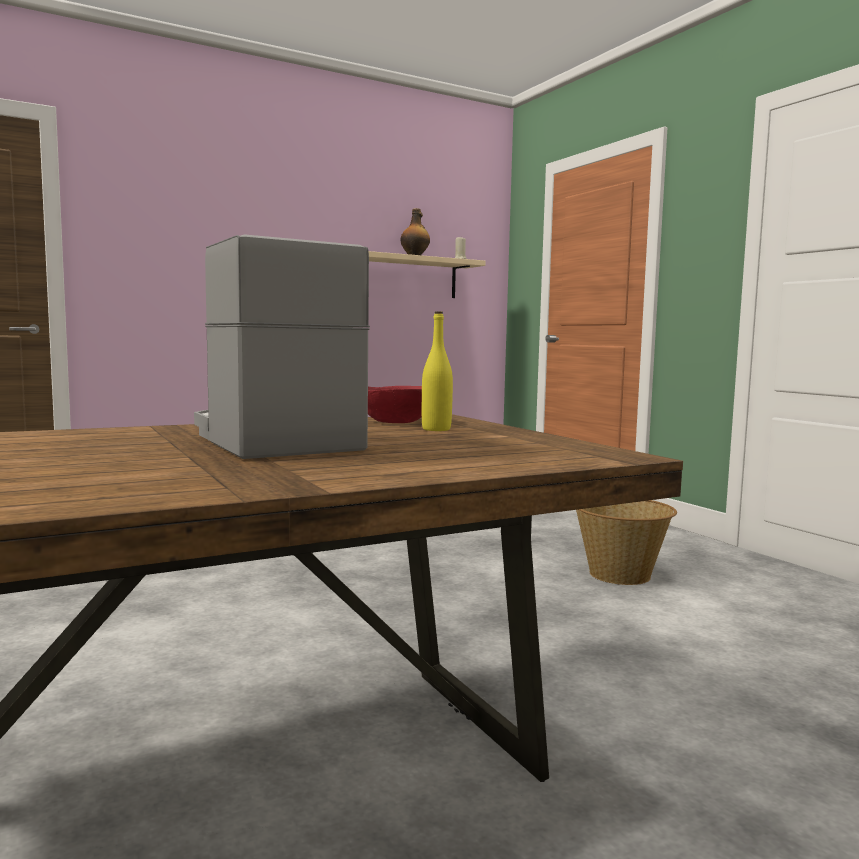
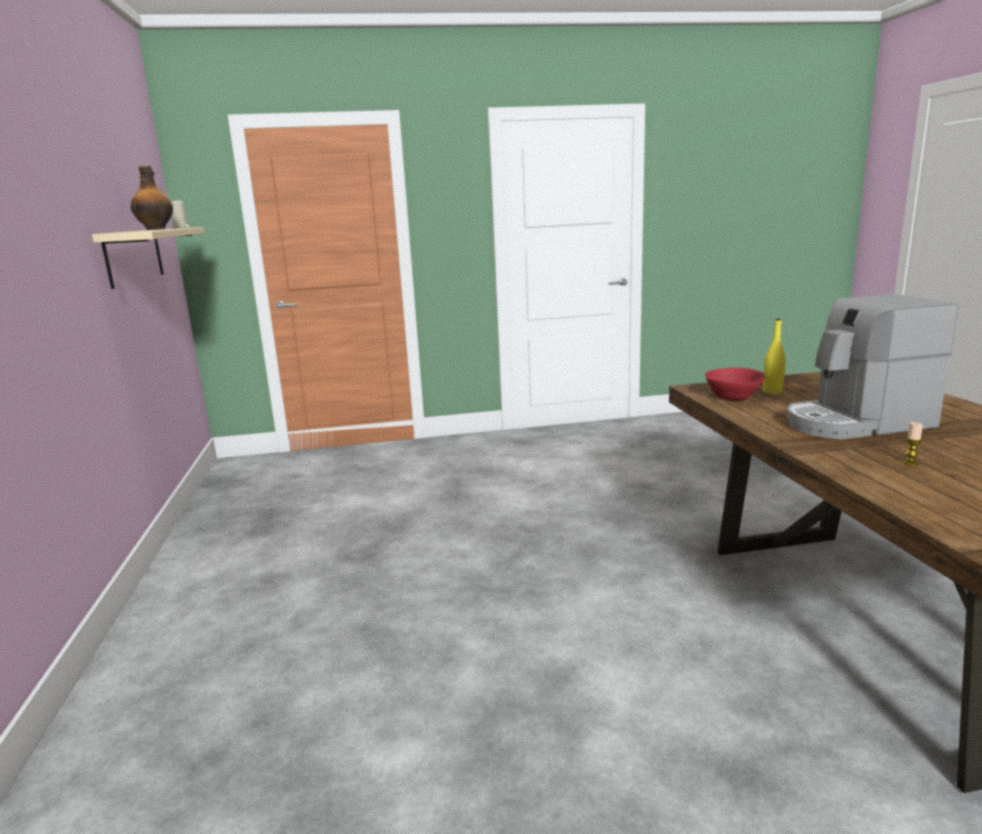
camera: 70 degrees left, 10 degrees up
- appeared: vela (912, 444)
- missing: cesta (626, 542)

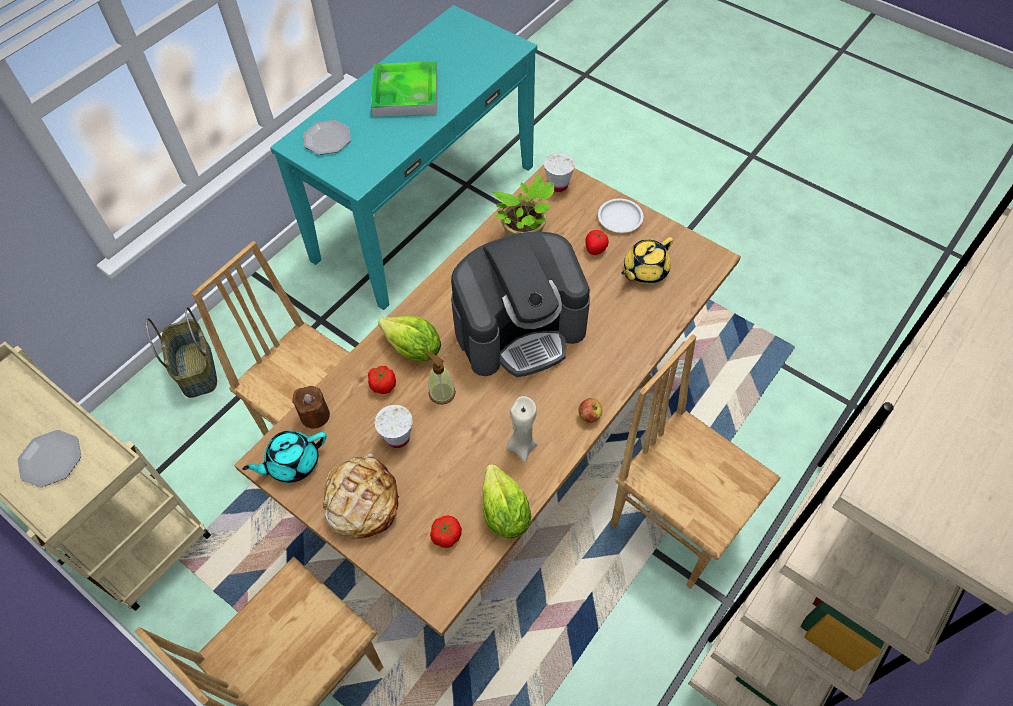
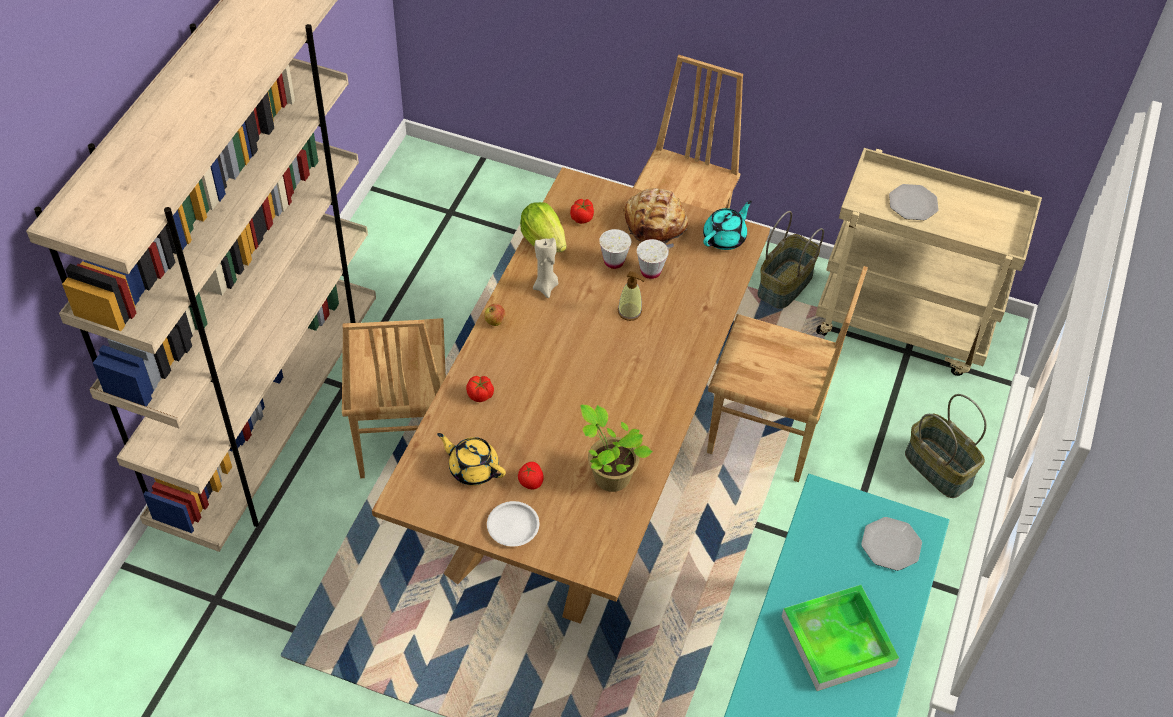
camera: 160 degrees right, 5 degrees down
- spun: silla (marrón) (696, 461) = (394, 398) 60 degrees clockwise
- spun: tetera (amarillo) (647, 260) = (471, 459) 90 degrees counterclockwise
- relocated: tomate (382, 380) to (480, 389)
- relocated: taza (blanco) (559, 172) to (615, 249)
- appeared: cesta (790, 260)
- missing: vela (marrón) (311, 407)
- missing: lechuga (409, 338)
- missing: cafetera (520, 304)

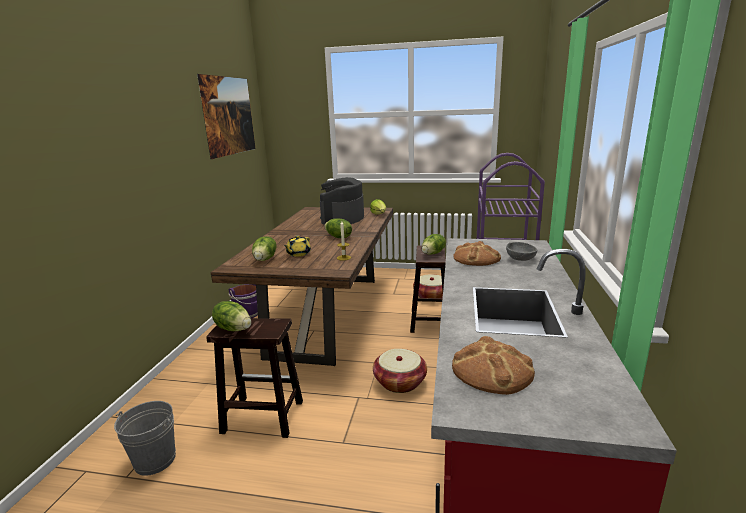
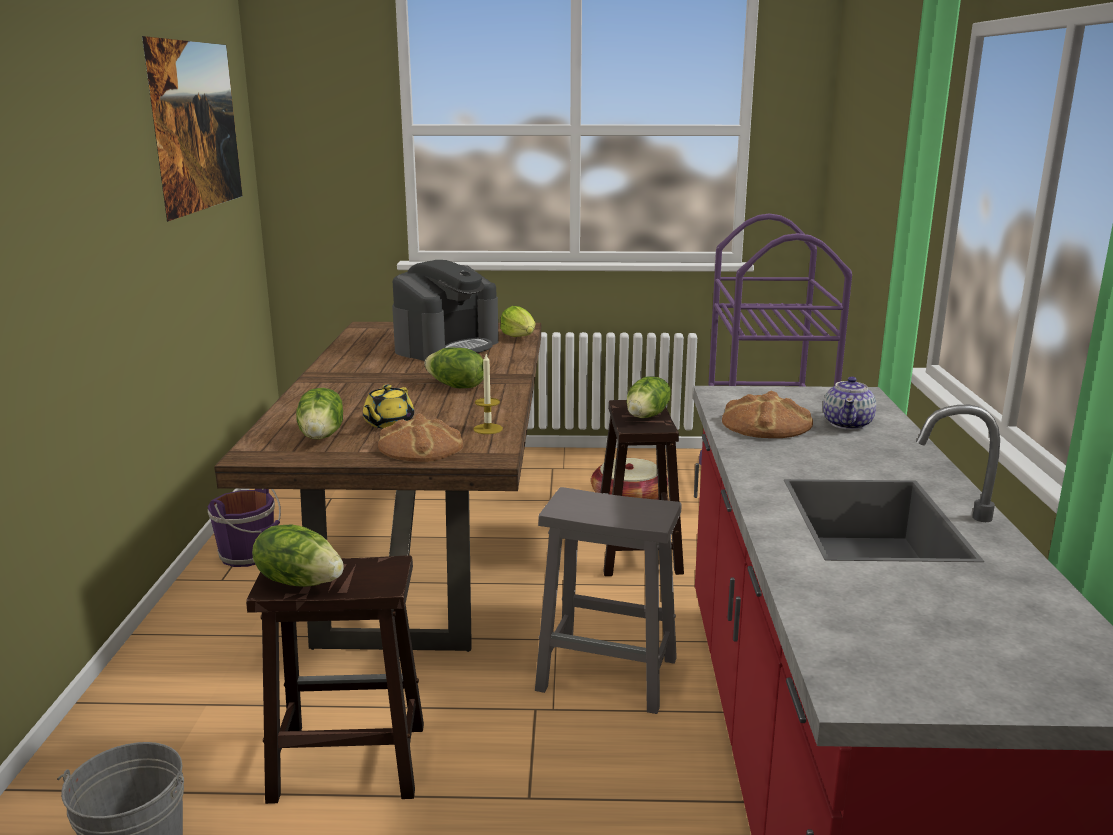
camera: 10 degrees left, 0 degrees up
- relocated: pan (493, 365) to (420, 437)
- spun: cafetera (342, 201) = (445, 310) 150 degrees counterclockwise
- exchanged: cesta (400, 371) to taburete (gris) (608, 600)
- exchanged: cuenco (gris) (521, 251) to tetera (849, 403)

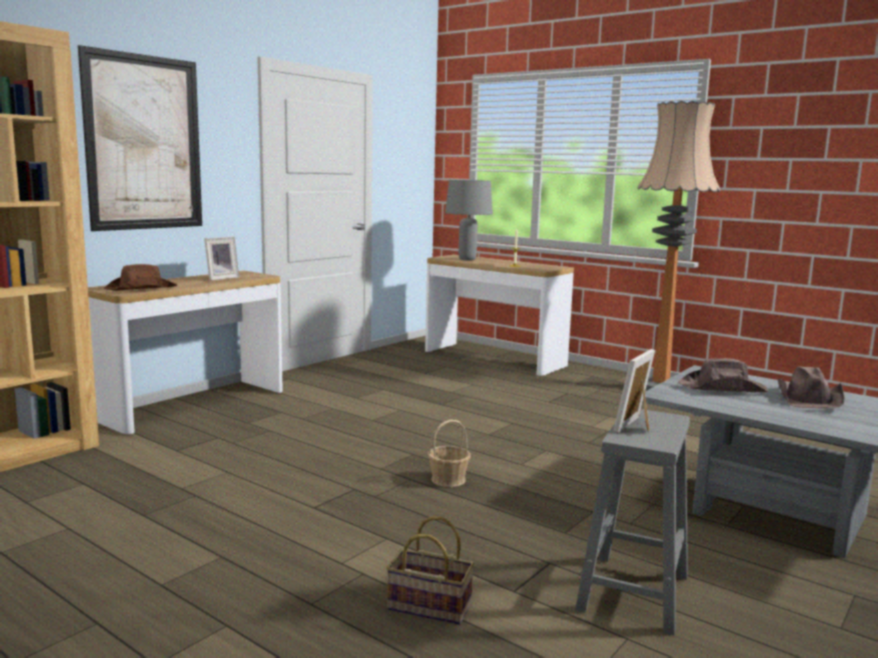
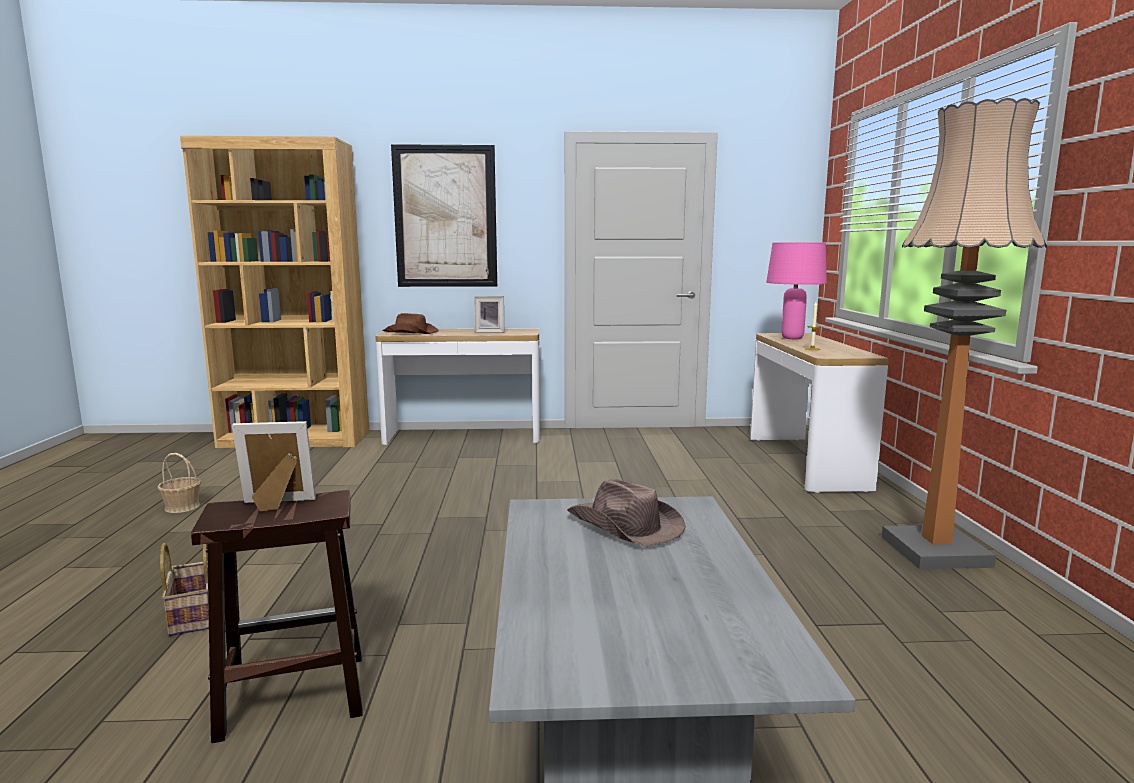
camera: 50 degrees right, 0 degrees up
- relocated: cesta (449, 453) to (179, 483)
- colour: taburete (gris) (632, 522) to taburete (marrón) (277, 616)
- colour: lámpara de mesa (gris) (469, 220) to lámpara de mesa (rosa) (796, 291)
- missing: sombrero (marrón) (811, 387)

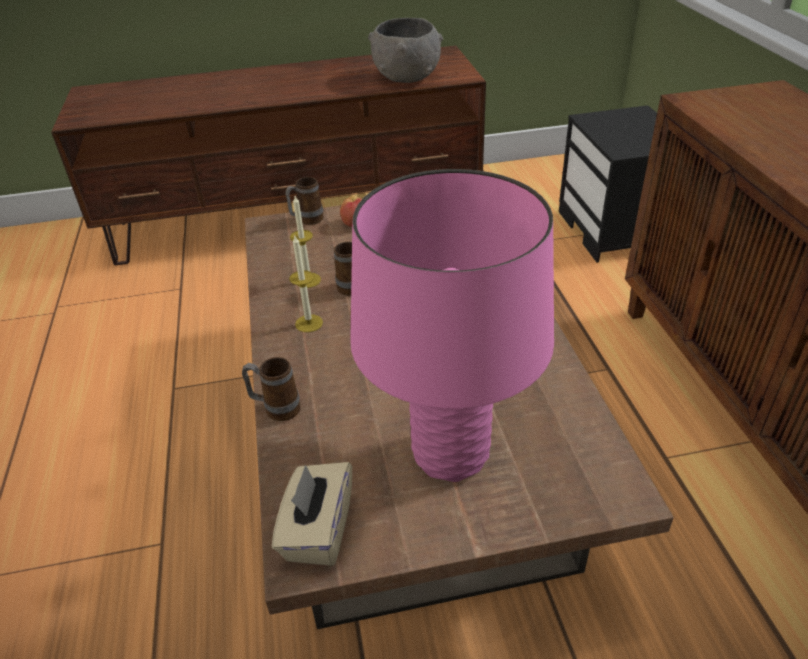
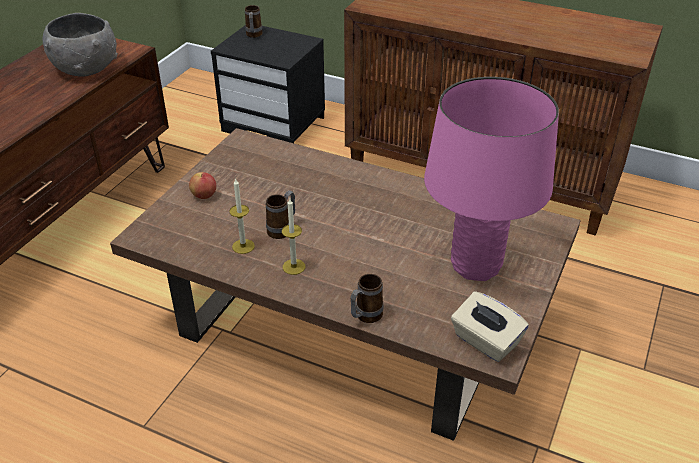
camera: 55 degrees left, 0 degrees up
- relocated: taza grande (304, 201) to (254, 21)

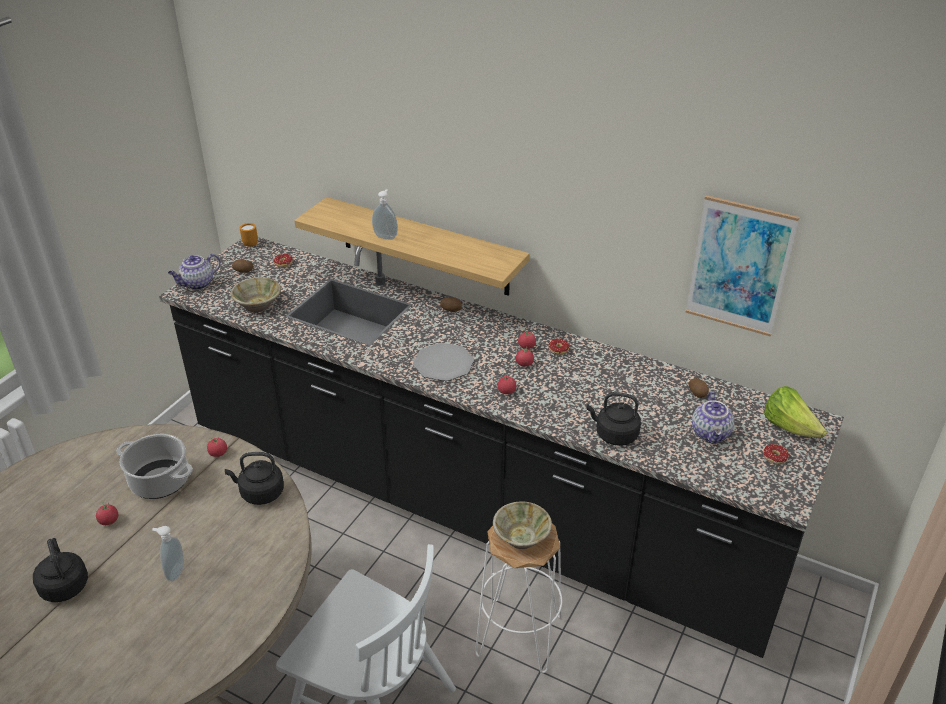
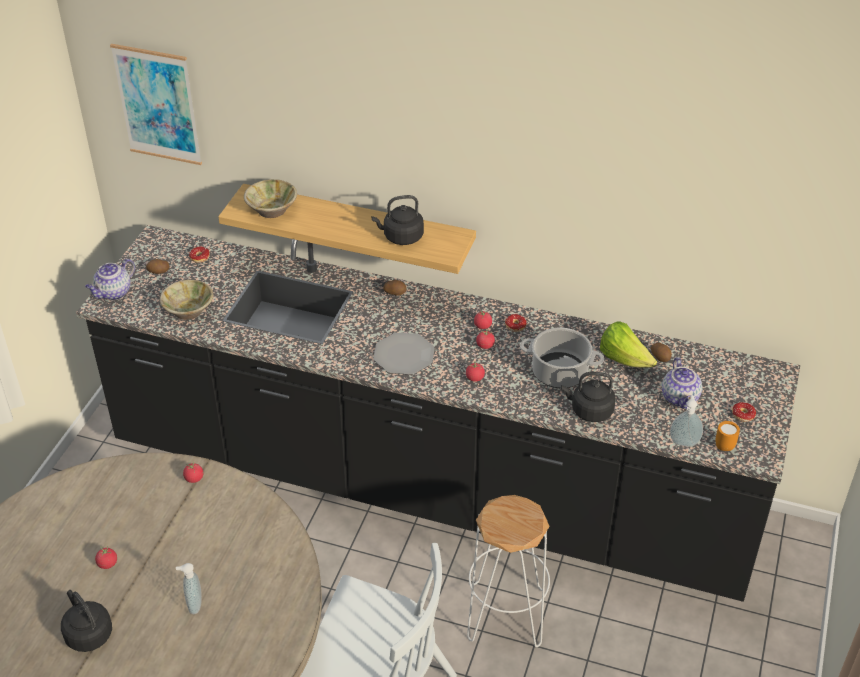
camera: 10 degrees left, 5 degrees up
- relocated: cuadro (742, 265) to (156, 104)
- relocated: cuenco (beis) (522, 525) to (270, 198)
- relocated: hervidor (negro) (254, 478) to (397, 220)
- relocated: olla (154, 466) to (562, 358)
- relocated: lechuga (795, 411) to (628, 344)
- relocated: dispensador de jabón (385, 214) to (686, 421)
- relocated: taza grande (naranja) (249, 234) to (727, 436)

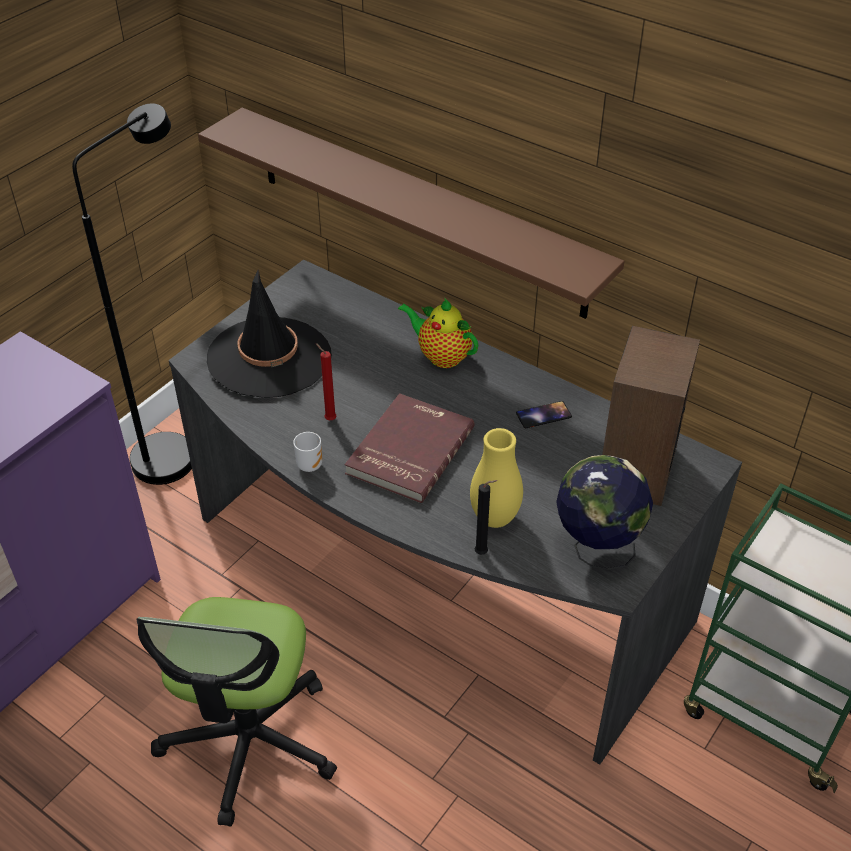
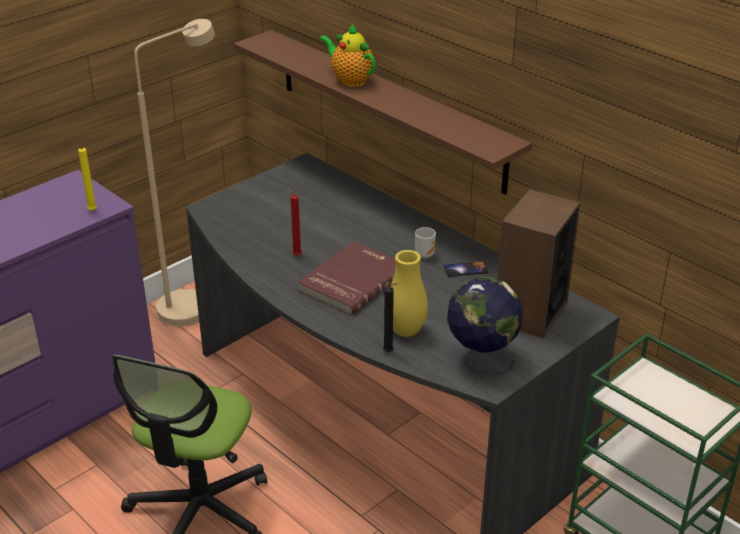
camera: 10 degrees right, 10 degrees down
- appeared: vela (amarillo) (85, 177)
- colour: lámpara de pie (negro) (132, 294) to lámpara de pie (beis) (174, 173)
- relocated: tetera (438, 333) to (347, 55)
- relocated: taza grande (307, 452) to (425, 243)
- missing: sombrero (negro) (269, 334)

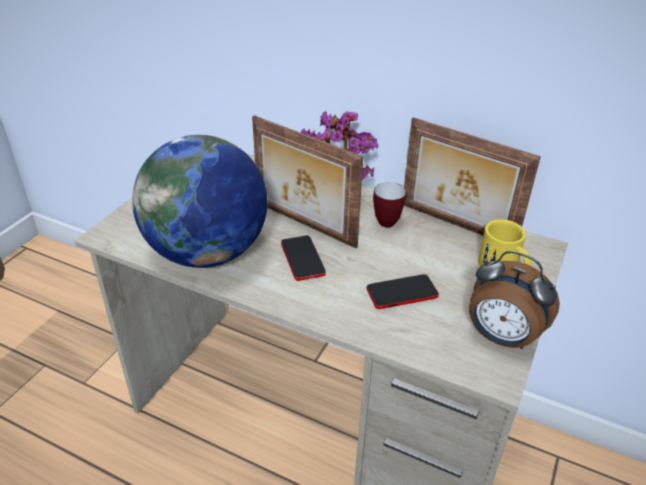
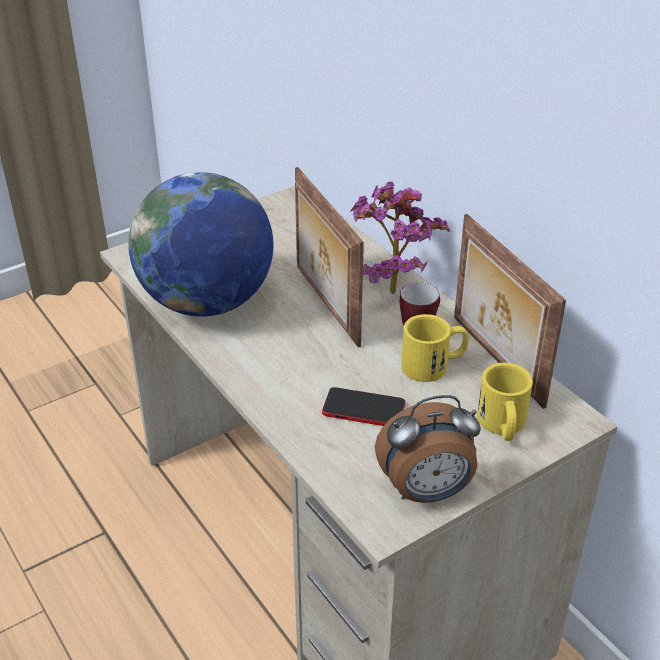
camera: 30 degrees right, 0 degrees up
- spun: despertador (514, 300) = (428, 449) 75 degrees counterclockwise
- appeared: taza grande (amarillo) (435, 348)
- missing: móvil (303, 258)

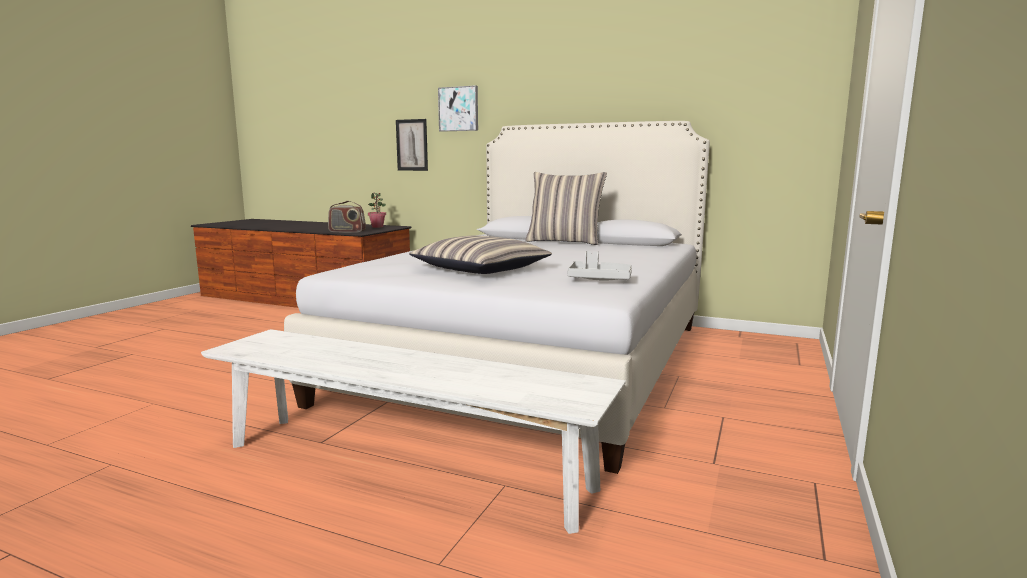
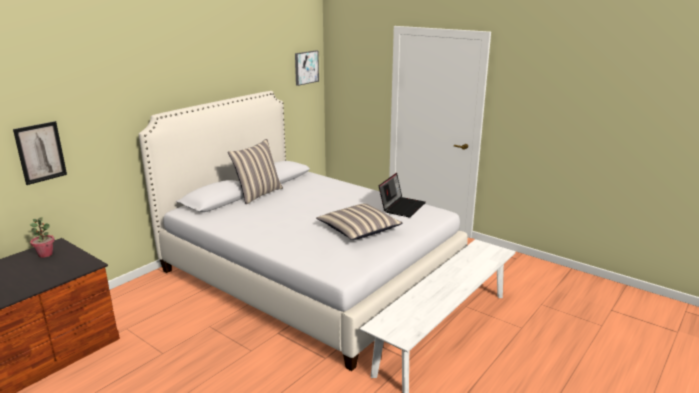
camera: 75 degrees left, 10 degrees up
- relocated: cuadro (458, 108) to (307, 68)
- exchanged: bandeja (gris) (599, 266) to portátil (402, 195)
- missing: radio (347, 217)

